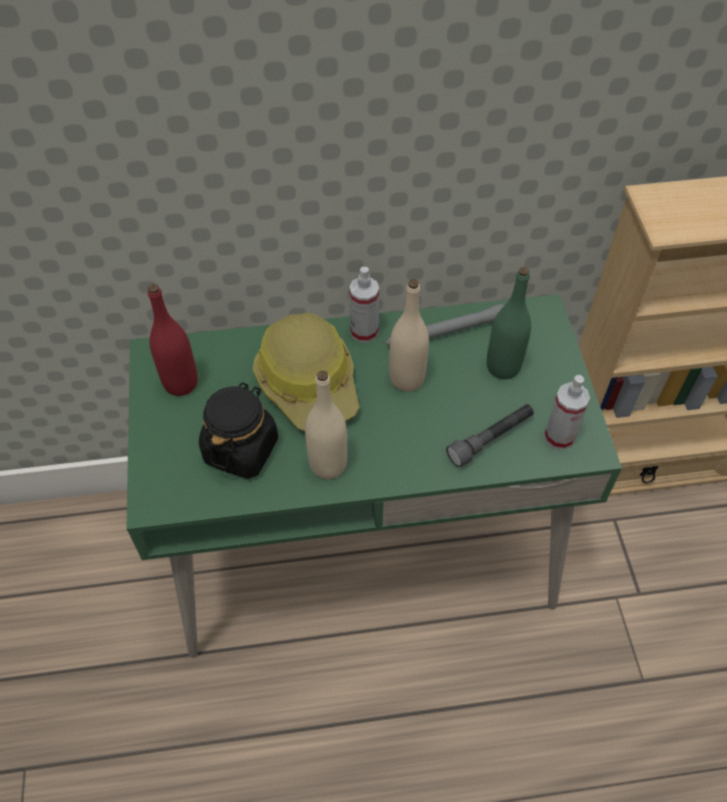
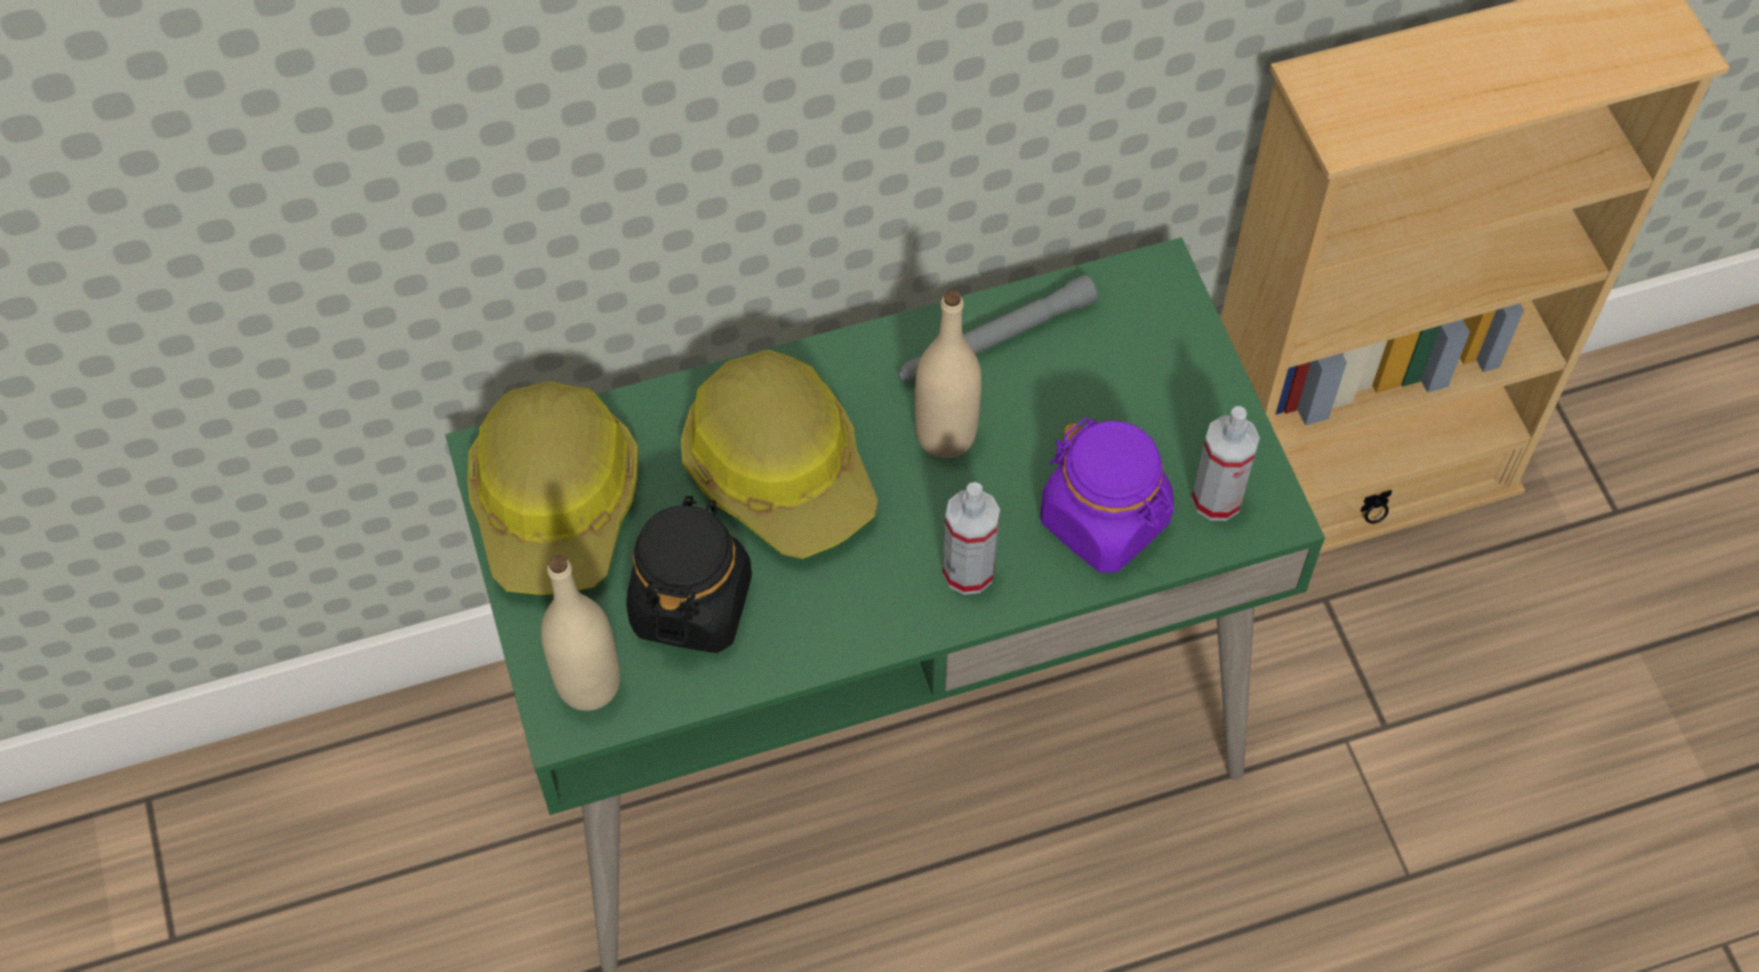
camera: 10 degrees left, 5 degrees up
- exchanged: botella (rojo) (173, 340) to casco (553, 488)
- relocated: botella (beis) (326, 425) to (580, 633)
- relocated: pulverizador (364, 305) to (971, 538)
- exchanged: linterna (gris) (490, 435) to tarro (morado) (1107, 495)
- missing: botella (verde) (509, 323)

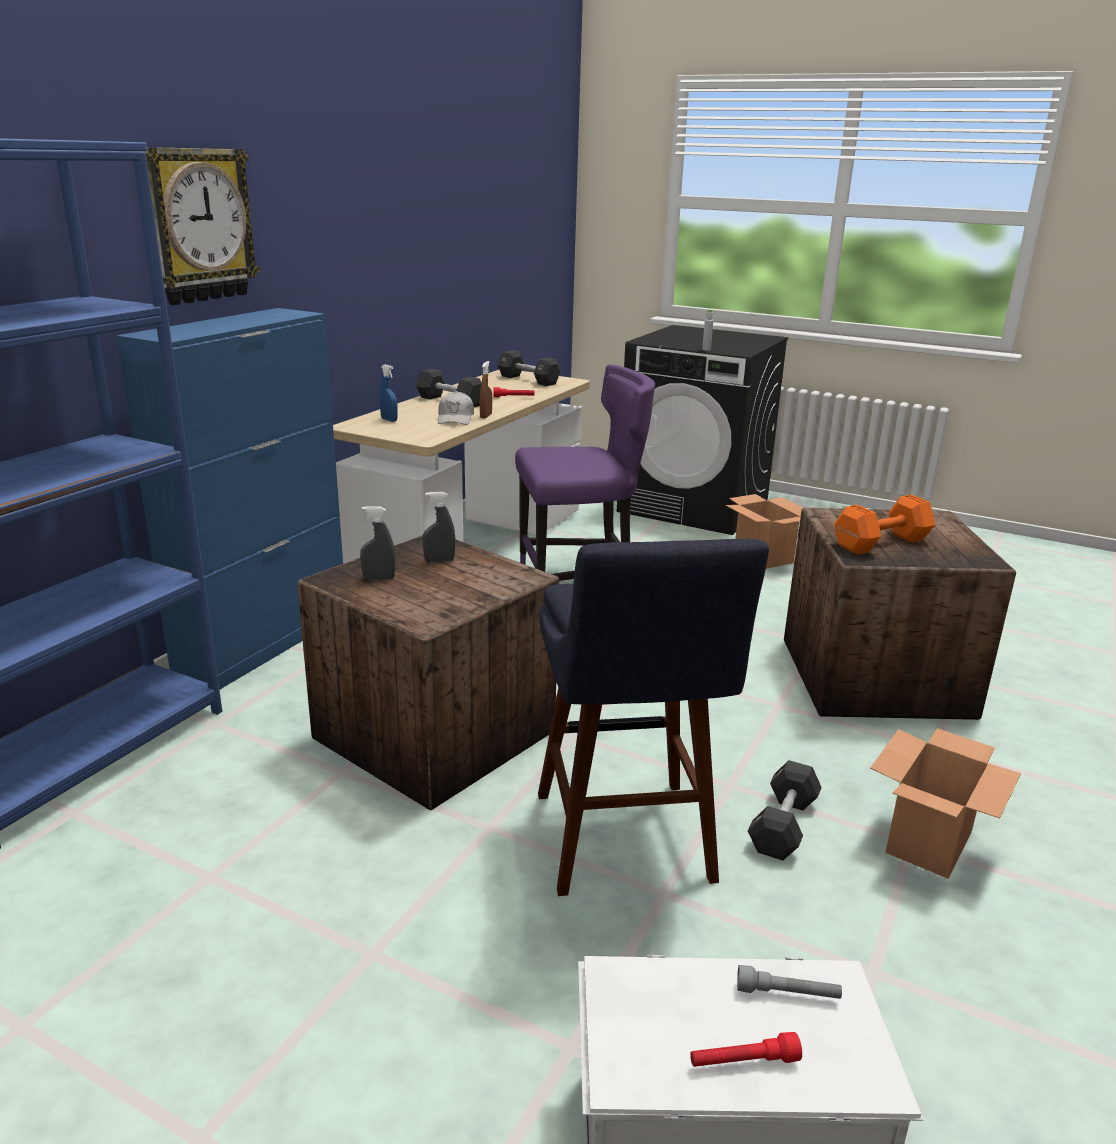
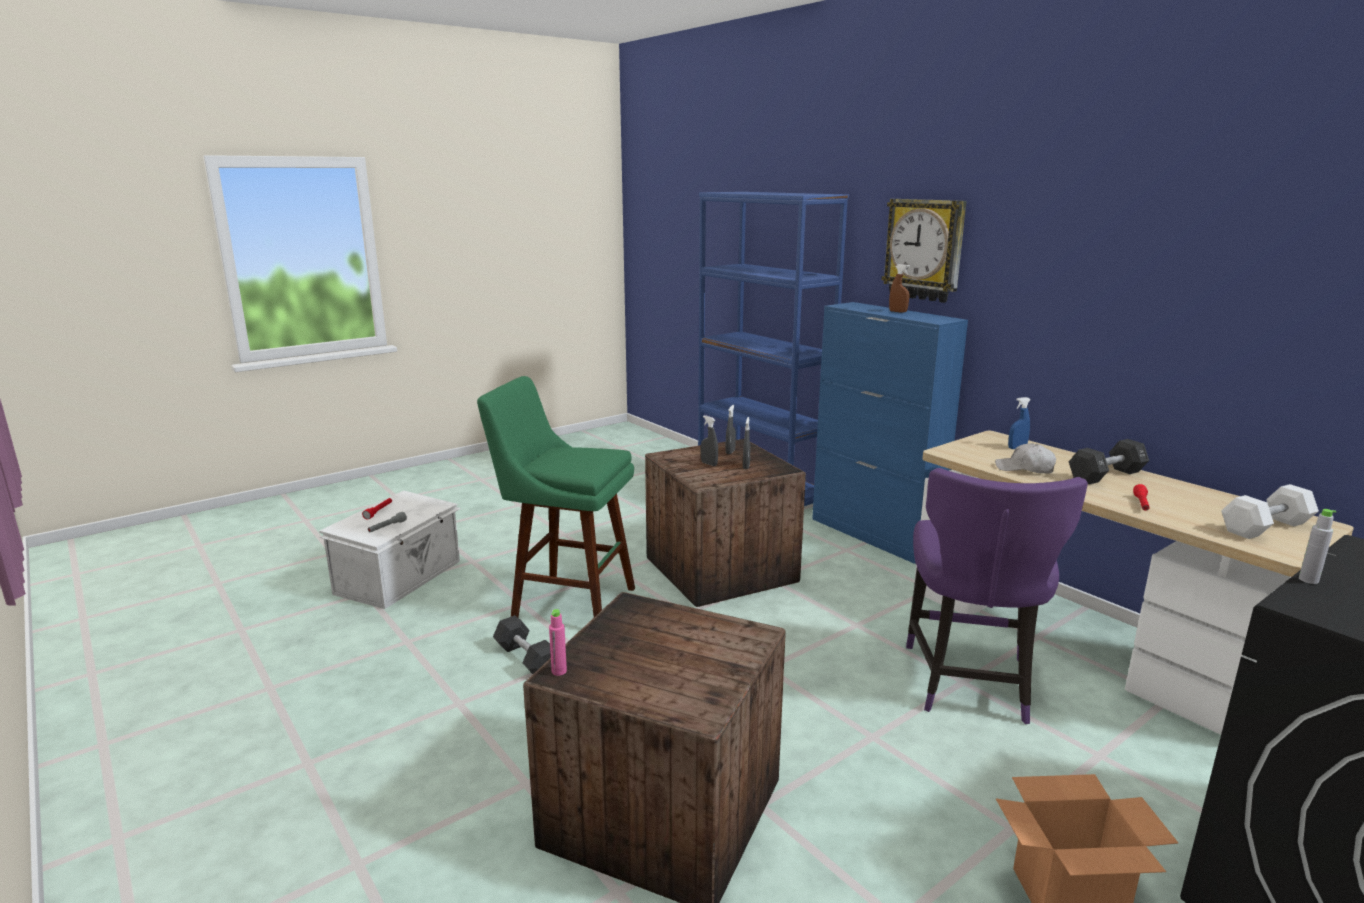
camera: 115 degrees right, 5 degrees down
- colour: taburete (azul) (653, 717) to taburete (verde) (556, 496)
- appeared: botella (rosa) (558, 642)
- appeared: pulverizador (gris) (709, 441)
- relocated: pulverizador (marrón) (486, 389) to (899, 288)
- colour: mancuerna (negro) (529, 368) to mancuerna (blanco) (1270, 511)
- missing: mancuerna (naranja) (884, 525)
- missing: caja de cartón (945, 803)

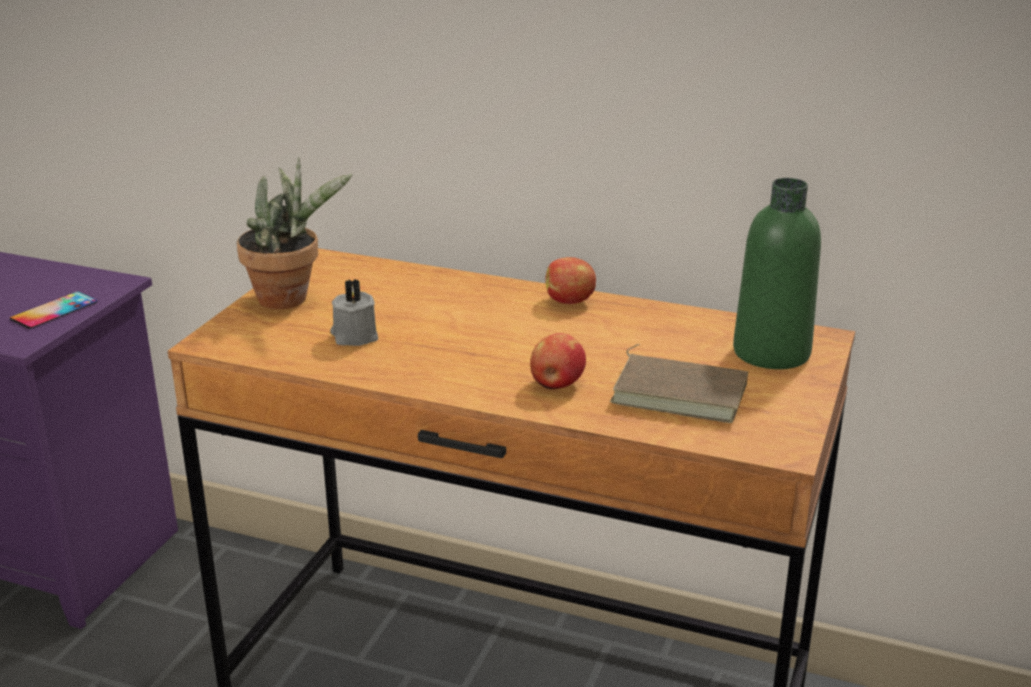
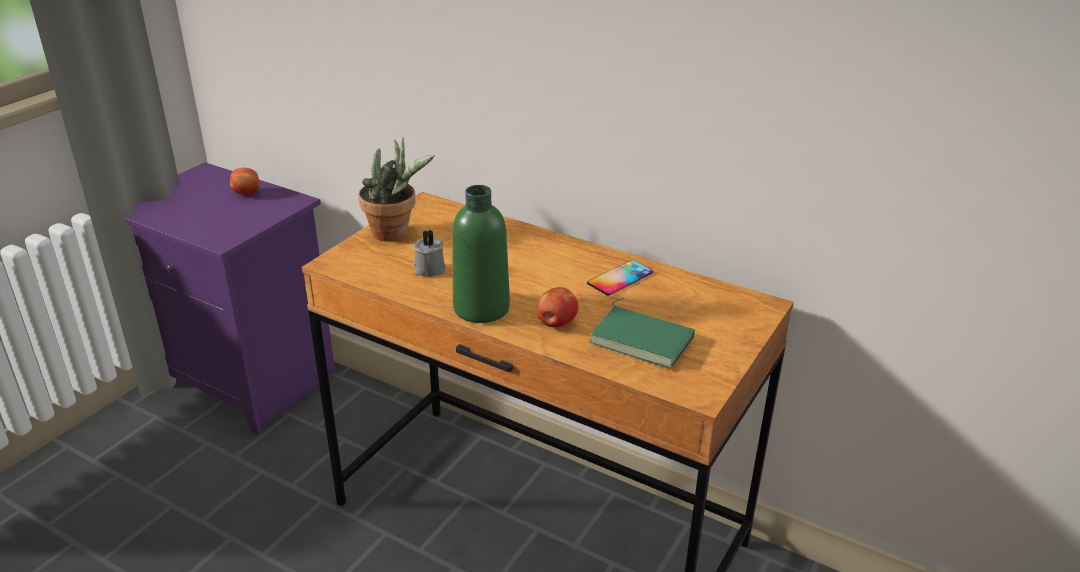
camera: 10 degrees right, 5 degrees up
- relocated: manzana (570, 280) to (244, 181)
- relocated: botella (verde) (777, 273) to (481, 254)
- relocated: móvil (53, 310) to (620, 278)
- colour: libro (marrón) (679, 383) to libro (verde) (642, 333)

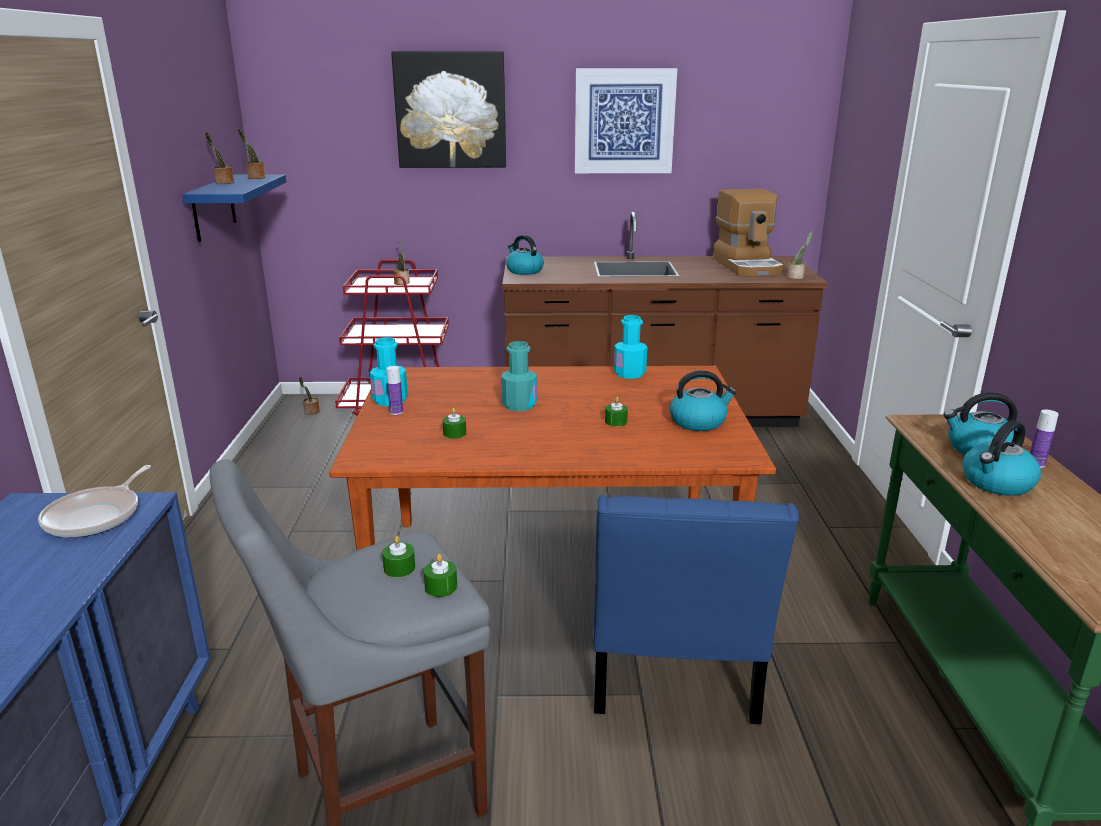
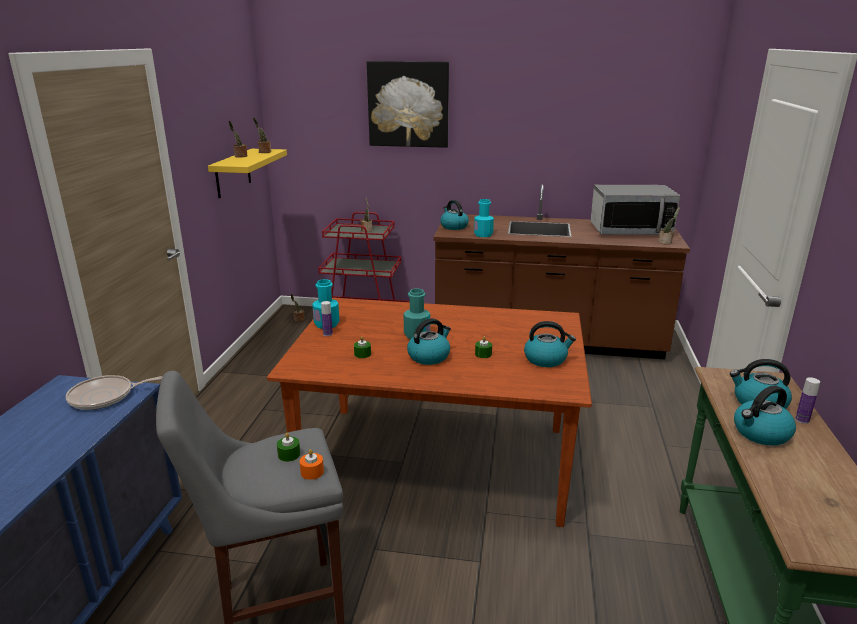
camera: 10 degrees right, 0 degrees up
- spun: sartén (94, 501) = (114, 392) 45 degrees clockwise
- colour: estante (azul) (234, 208) to estante (amarillo) (247, 173)
- colour: vela (verde) (440, 575) to vela (naranja) (312, 464)
- appeared: hervidor (429, 341)
- relocated: botella (turquesa) (630, 347) to (484, 218)
- exchanged: cafetera (748, 233) to microondas (635, 210)
- missing: cuadro (626, 120)
- missing: silla (azul) (696, 609)

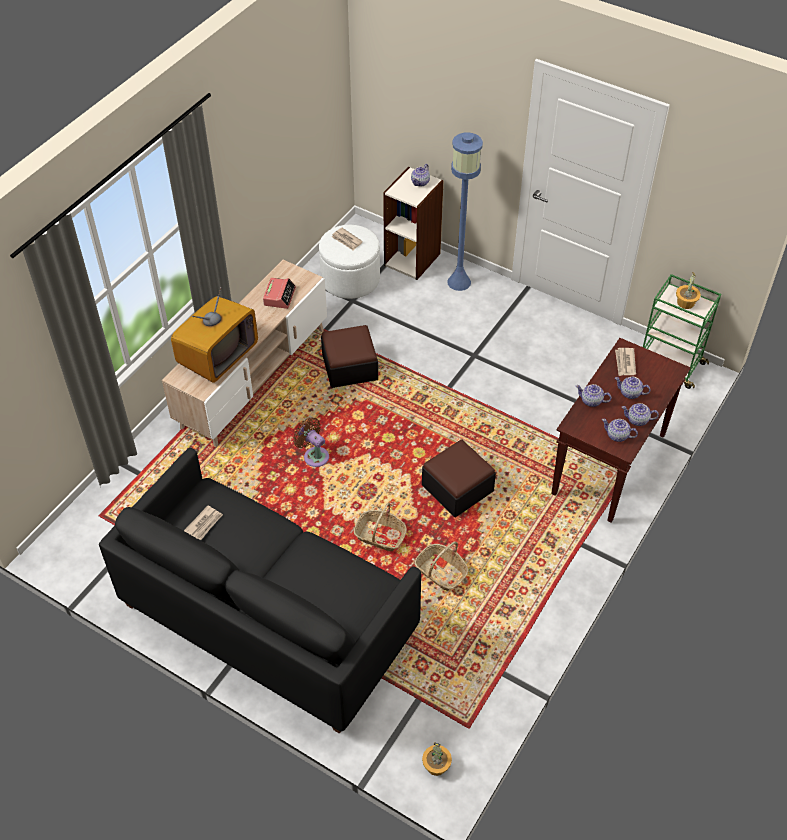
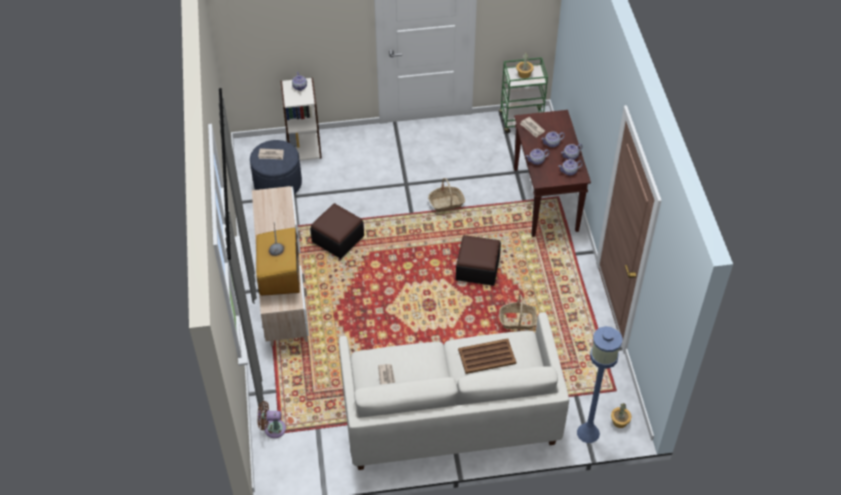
camera: 40 degrees left, 0 degrees up
- colour: puf (blanco) (349, 262) to puf (azul) (276, 167)
- relocated: ventilador (marrón) (311, 442) to (271, 419)
- colour: sofá (negro) (260, 591) to sofá (blanco) (454, 391)
- relocated: cesta (380, 527) to (446, 195)
- appeared: bandeja (marrón) (487, 356)
- relocated: lámpara de pie (azul) (465, 212) to (600, 384)
- missing: despertador (279, 293)

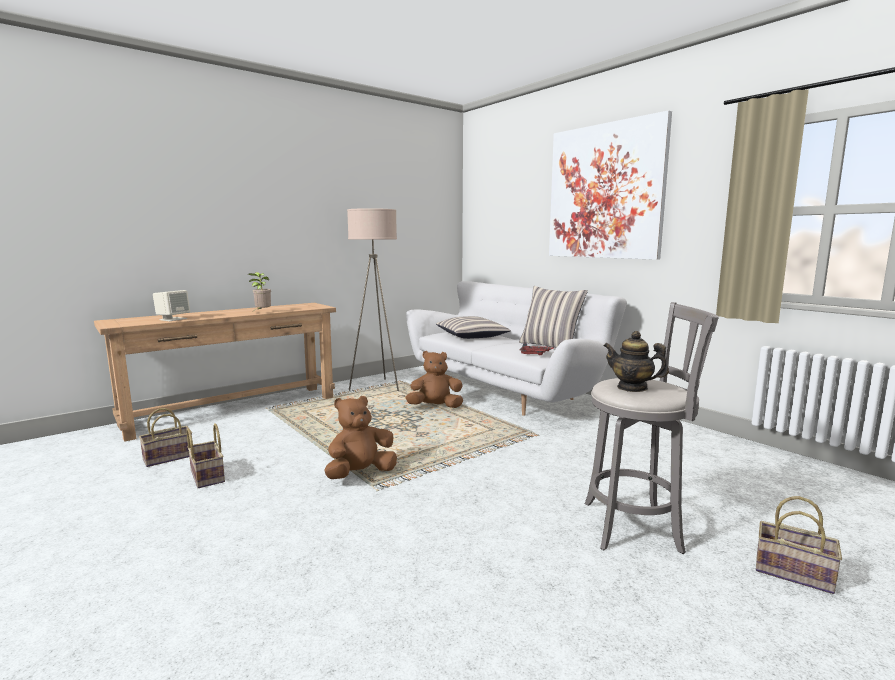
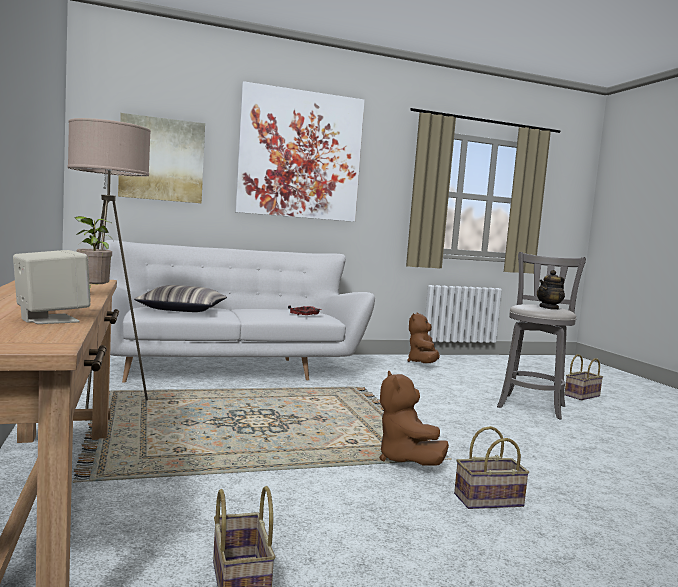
camera: 70 degrees left, 5 degrees down
- appeared: cuadro (161, 158)
- relocated: peluche (marrón) (434, 379) to (423, 338)
- relocated: cesta (206, 455) to (491, 467)
- missing: cojín (553, 317)

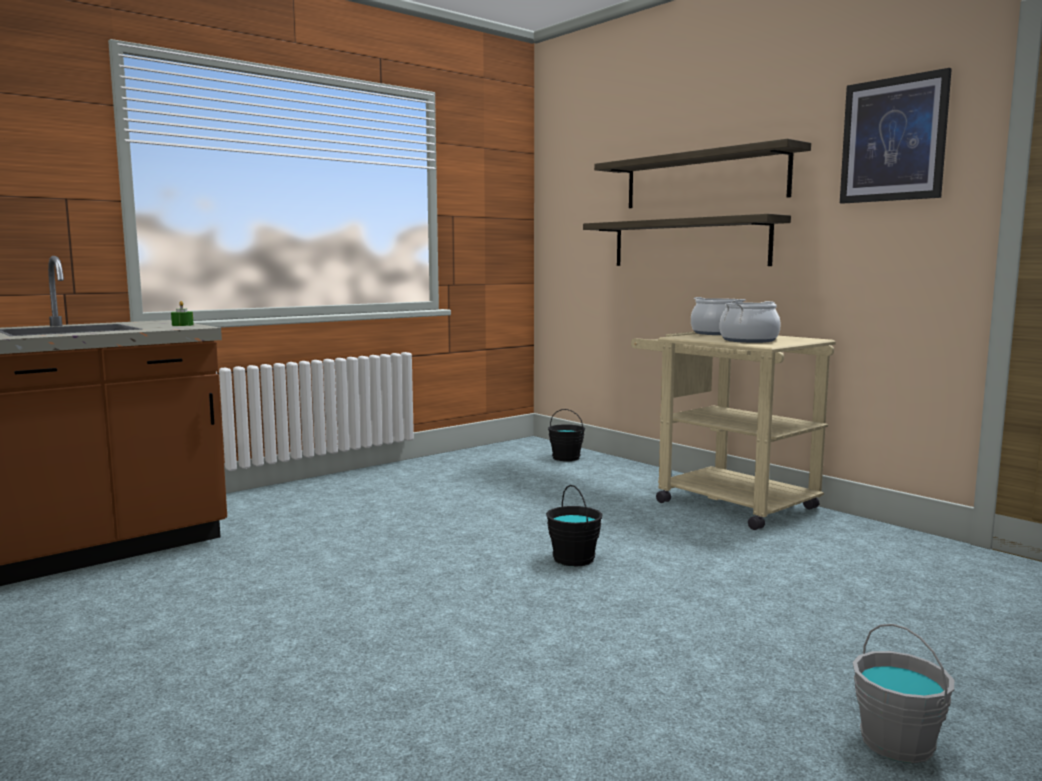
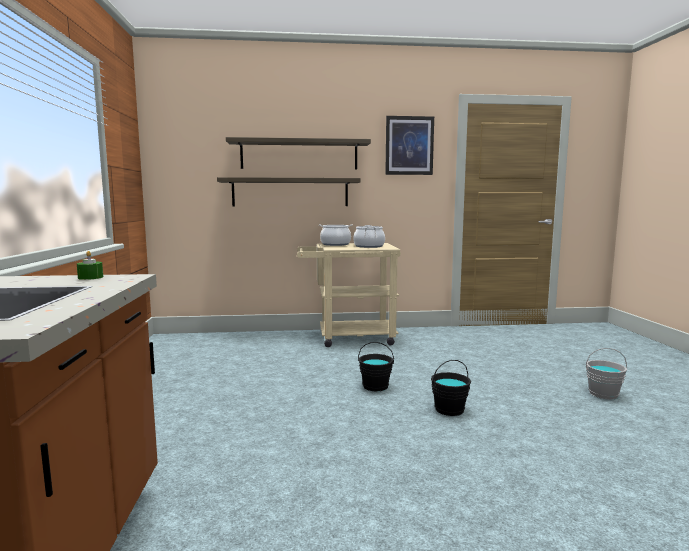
camera: 55 degrees left, 0 degrees up
- relocated: cubo (negro) (566, 435) to (451, 388)

